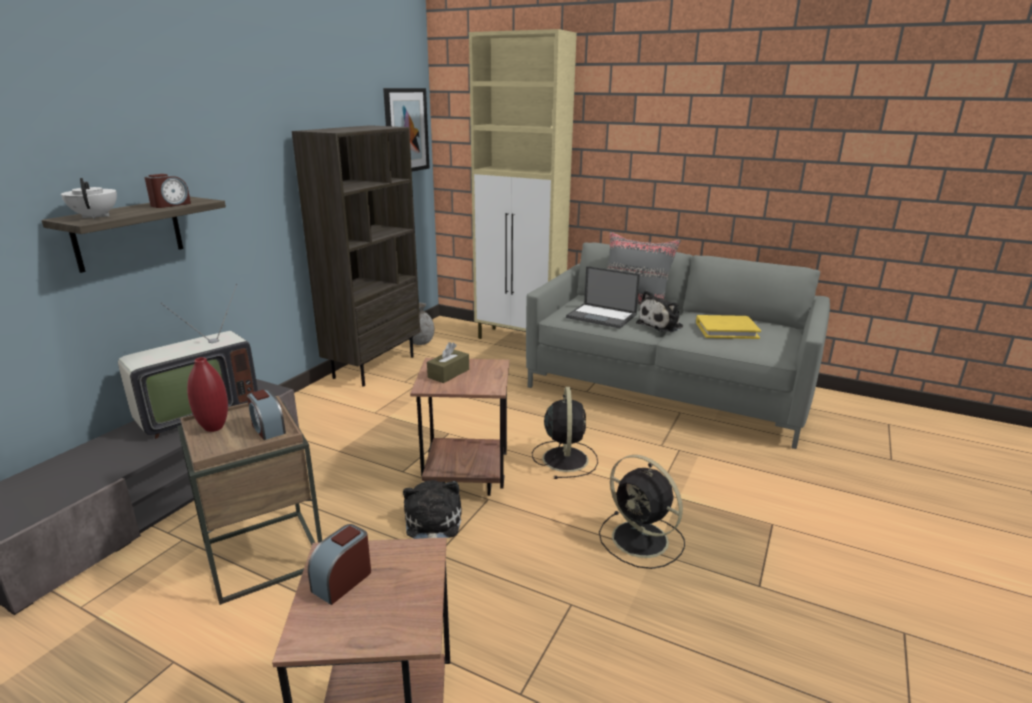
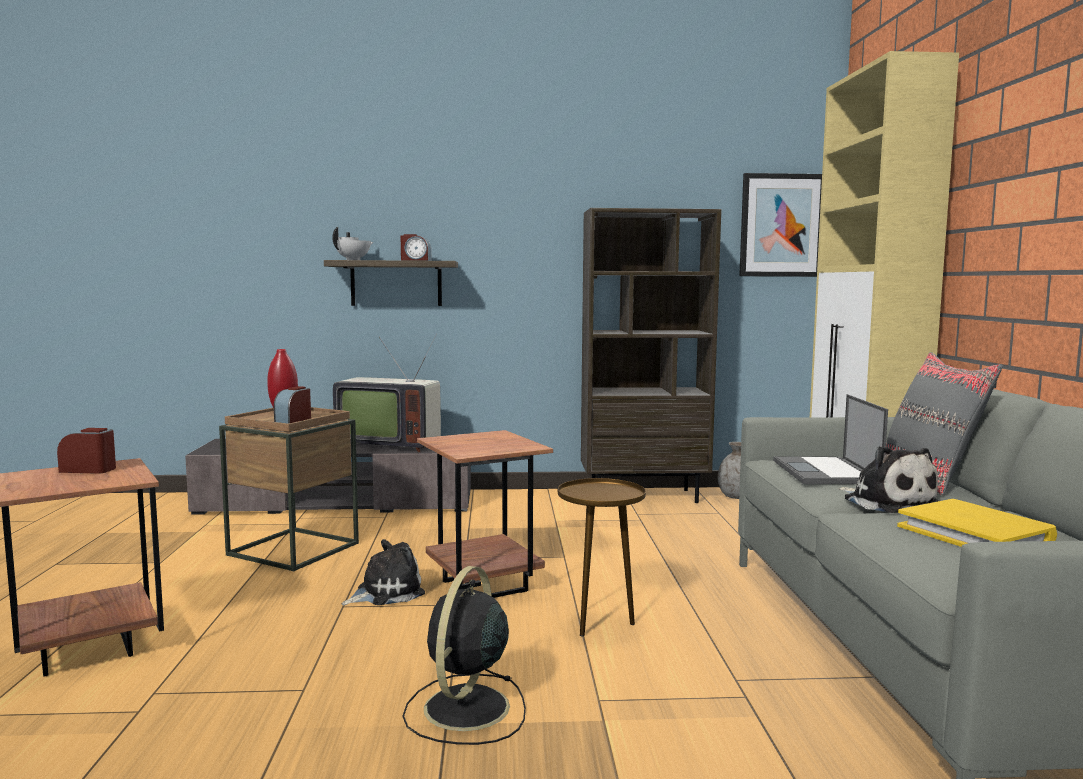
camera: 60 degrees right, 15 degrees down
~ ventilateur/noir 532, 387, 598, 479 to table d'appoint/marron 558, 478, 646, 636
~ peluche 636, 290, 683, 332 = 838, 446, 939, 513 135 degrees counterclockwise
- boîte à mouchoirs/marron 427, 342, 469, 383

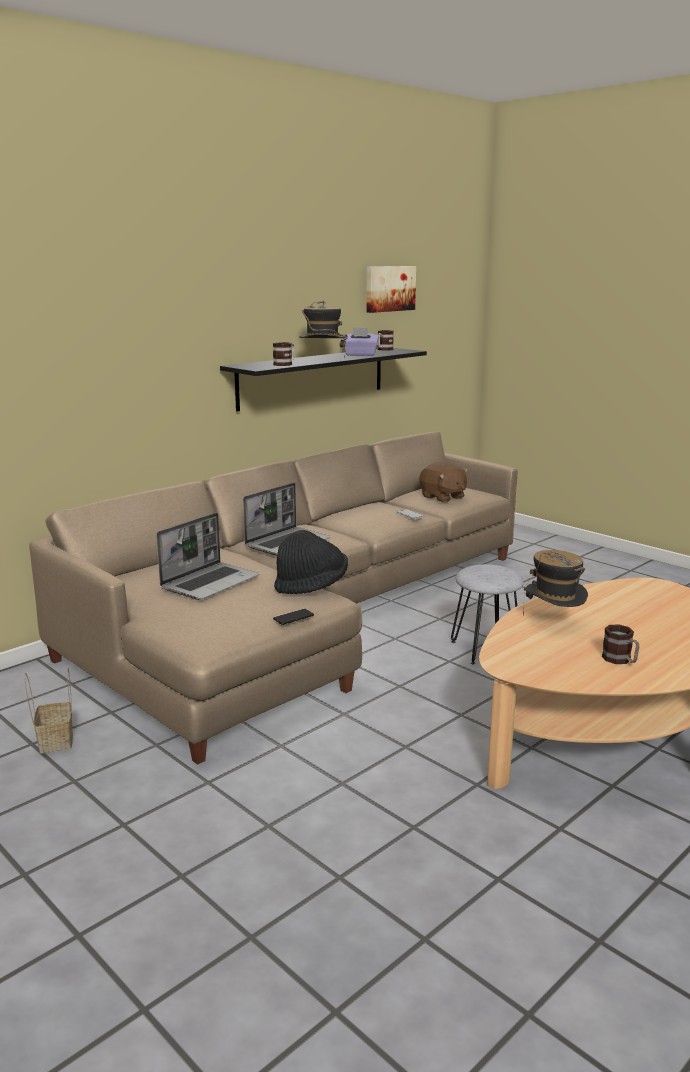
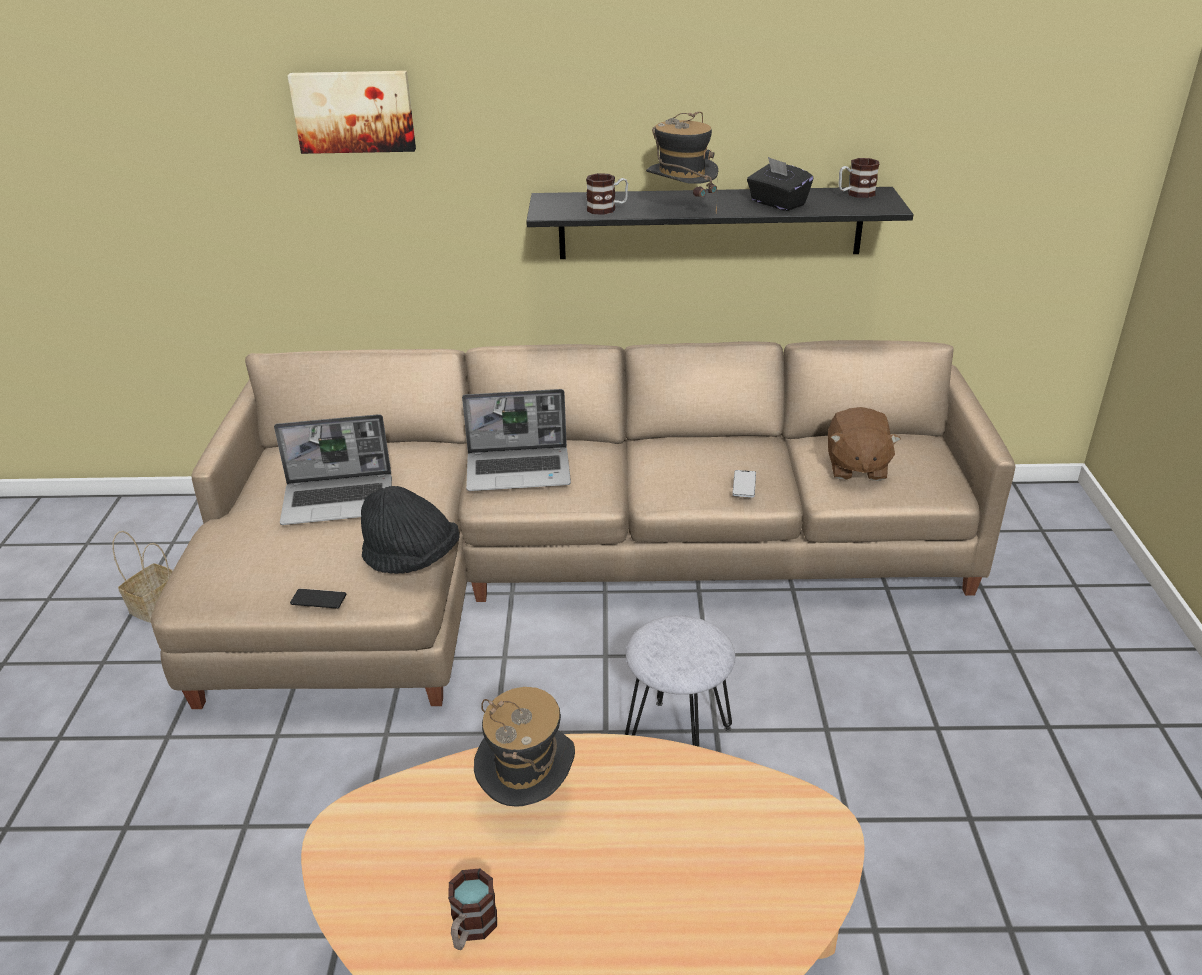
camera: 45 degrees right, 15 degrees up
~ tableau 366, 266, 416, 313 to 287, 71, 416, 154
~ boîte à mouchoirs/violet 343, 327, 379, 356 to boîte à mouchoirs/noir 747, 157, 814, 211

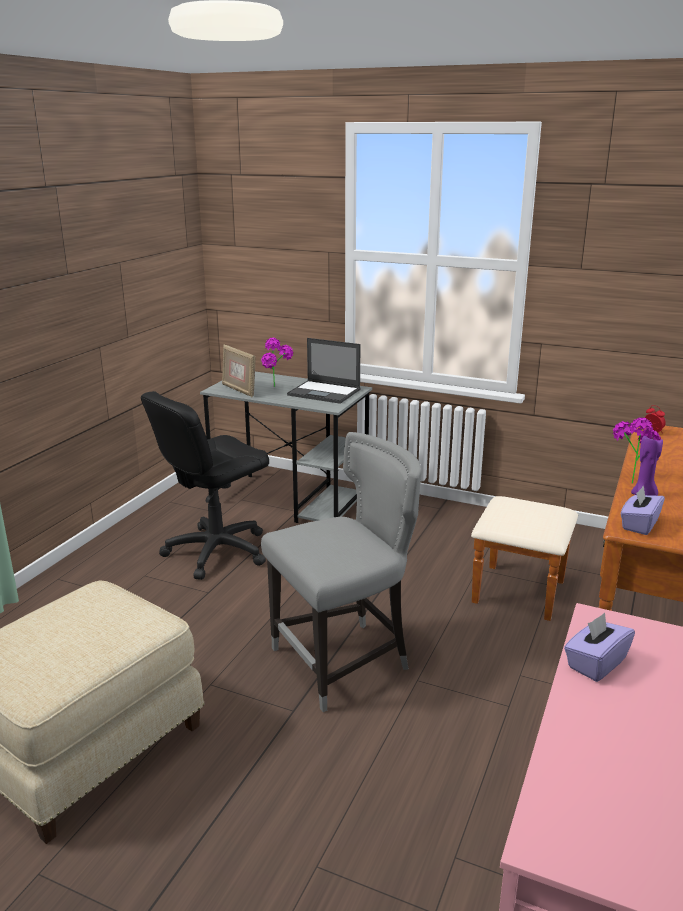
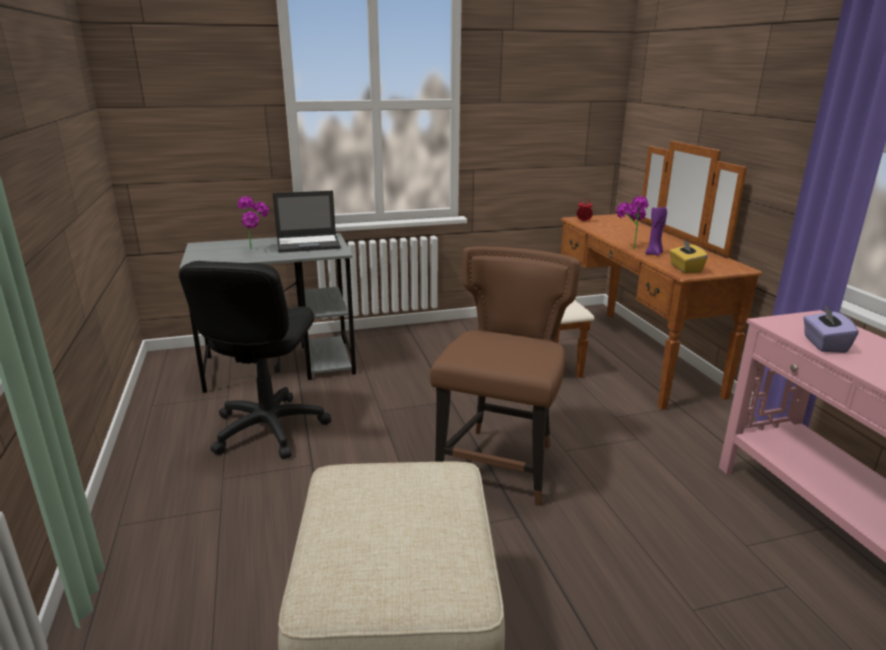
camera: 40 degrees left, 0 degrees up
~ chaise/gris 261, 432, 422, 712 to chaise/marron 430, 247, 580, 506
~ boîte à mouchoirs/violet 620, 486, 665, 535 to boîte à mouchoirs/jaune 669, 239, 708, 273
- cadre photo 222, 345, 256, 397

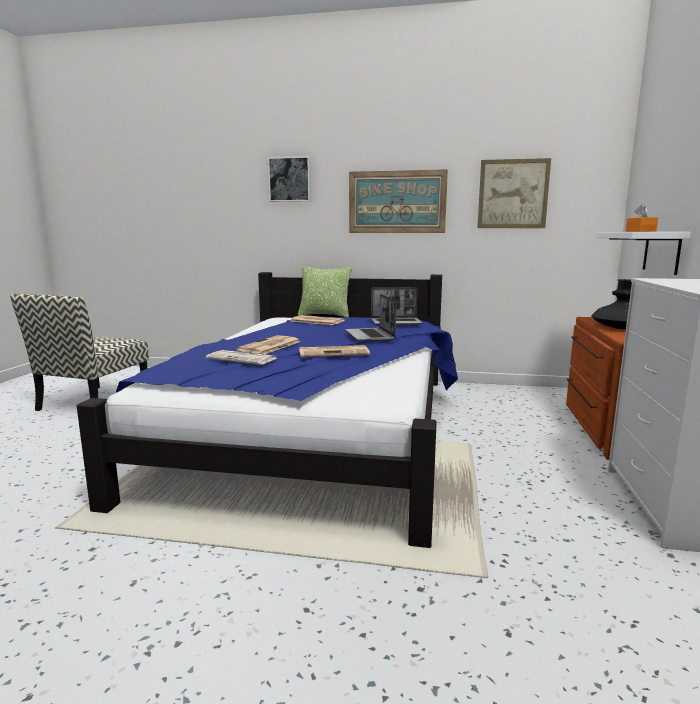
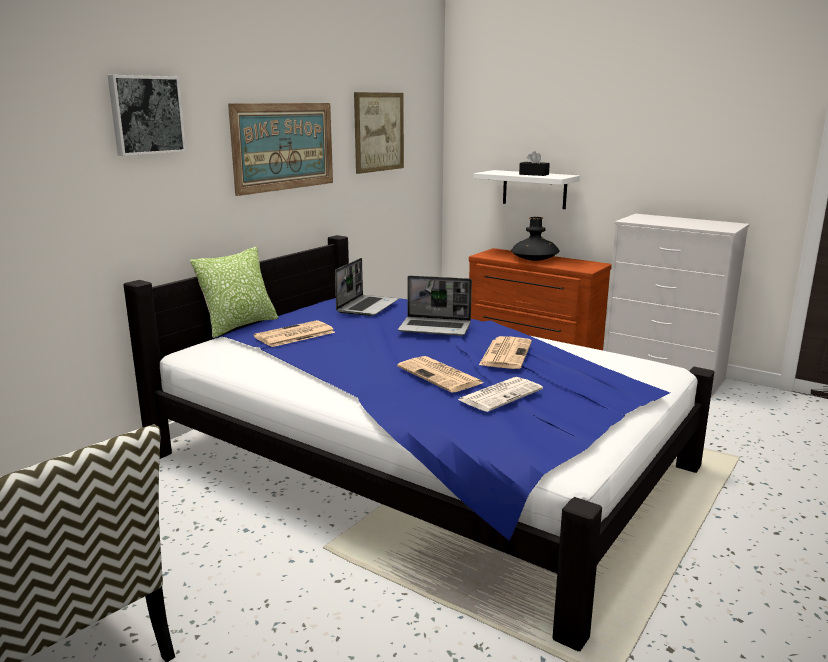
camera: 65 degrees left, 5 degrees up
~ boîte à mouchoirs/orange 626, 204, 658, 232 to boîte à mouchoirs/noir 519, 151, 550, 176

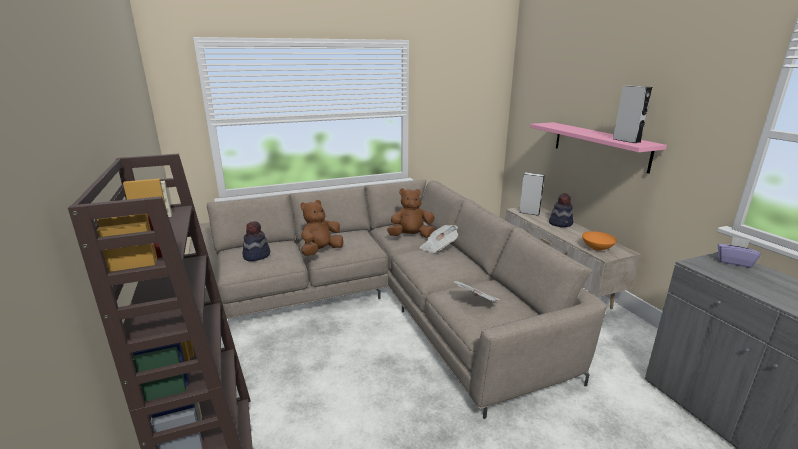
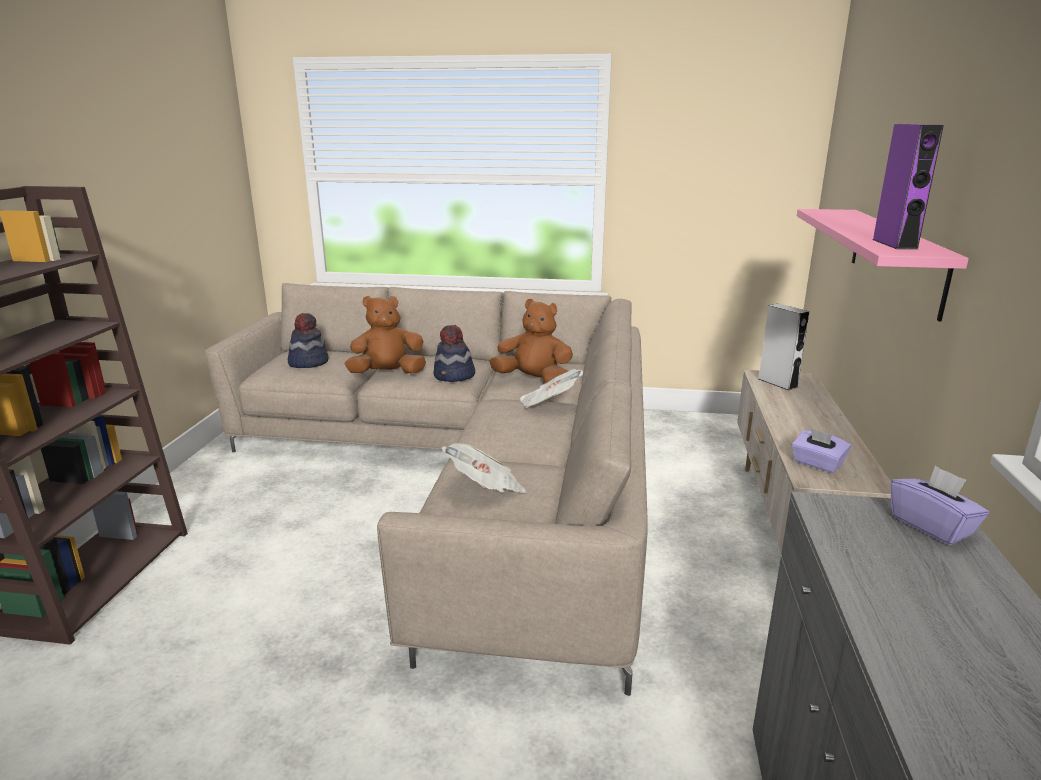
camera: 30 degrees right, 0 degrees up
~ chapeau 549, 193, 574, 227 to 434, 325, 475, 382
~ bol/orange 582, 231, 617, 251 to boîte à mouchoirs/violet 792, 429, 851, 473
~ enceinte/gris 613, 86, 652, 143 to enceinte/violet 872, 124, 944, 249

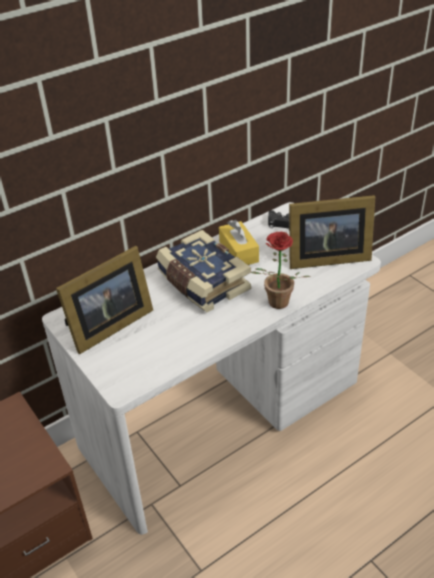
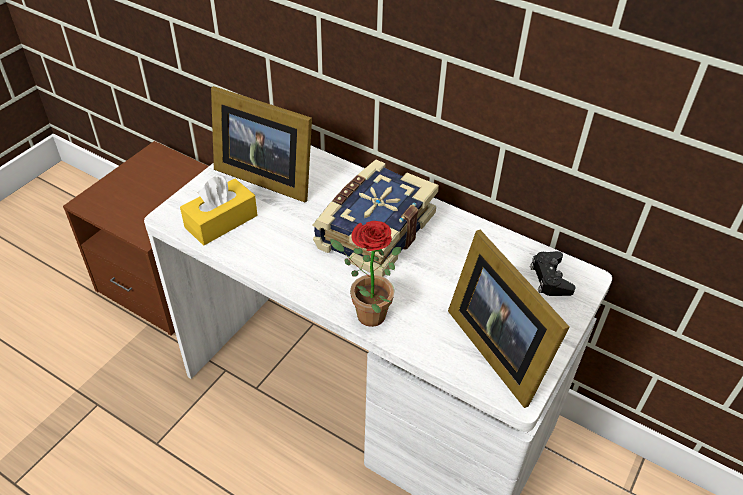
camera: 65 degrees right, 5 degrees up
~ boîte à mouchoirs/jaune 219, 220, 259, 265 to 180, 176, 257, 245

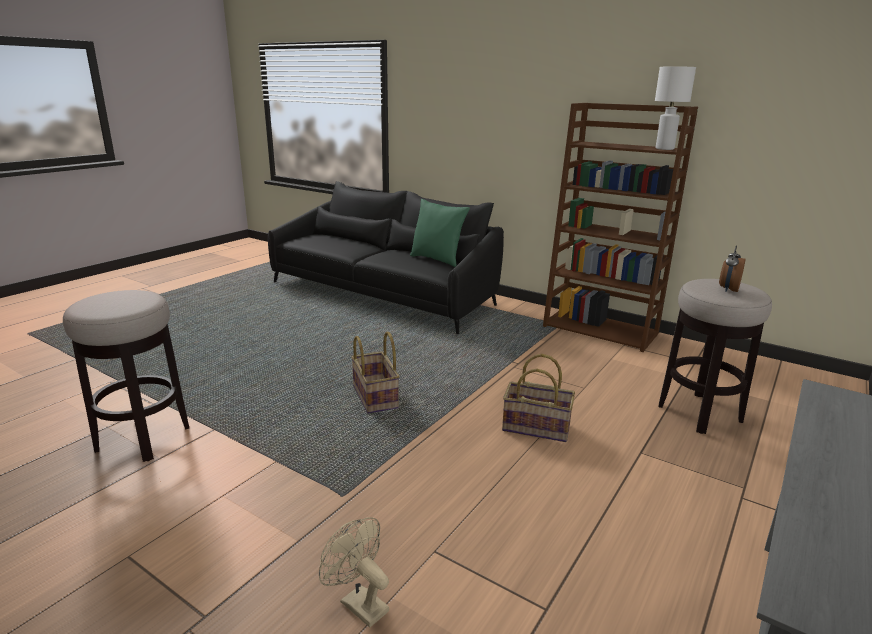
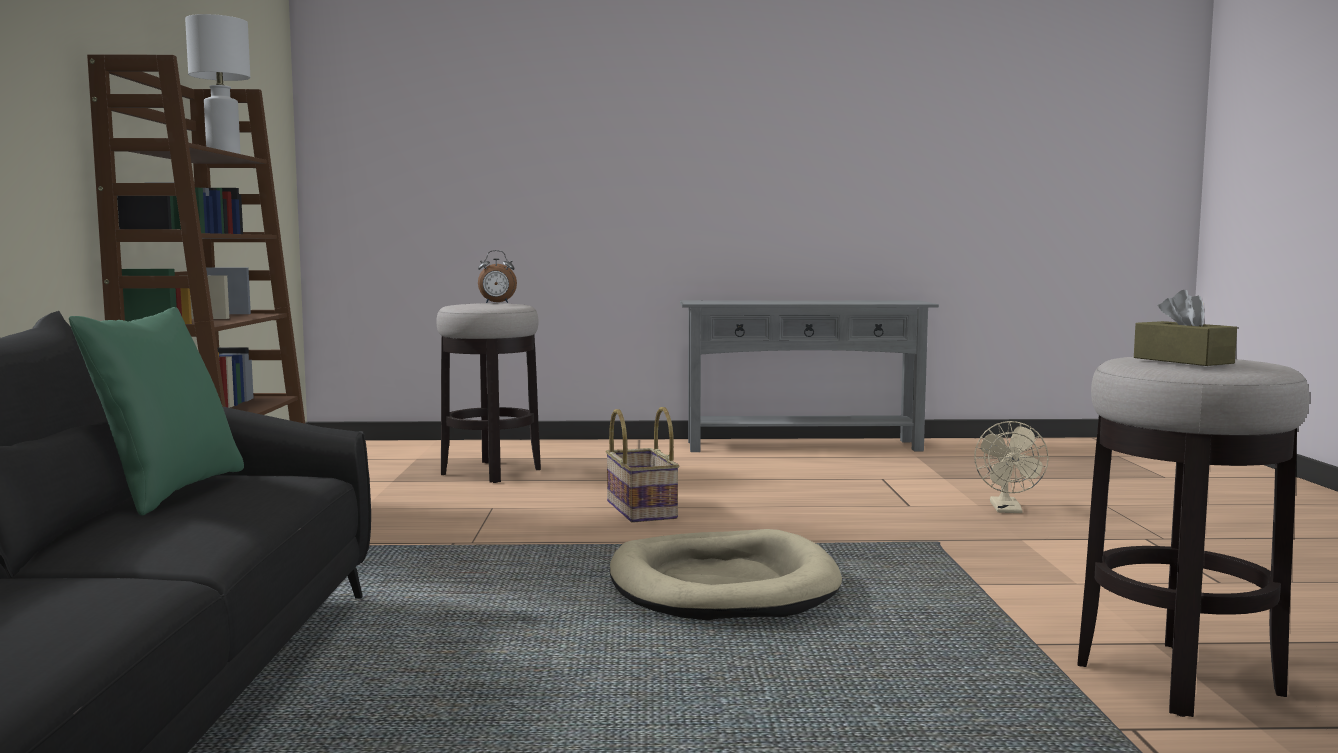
camera: 125 degrees left, 15 degrees down
~ panier 351, 332, 400, 413 to panier pour chien/beige 610, 529, 842, 620
+ boîte à mouchoirs/marron 1134, 290, 1237, 366

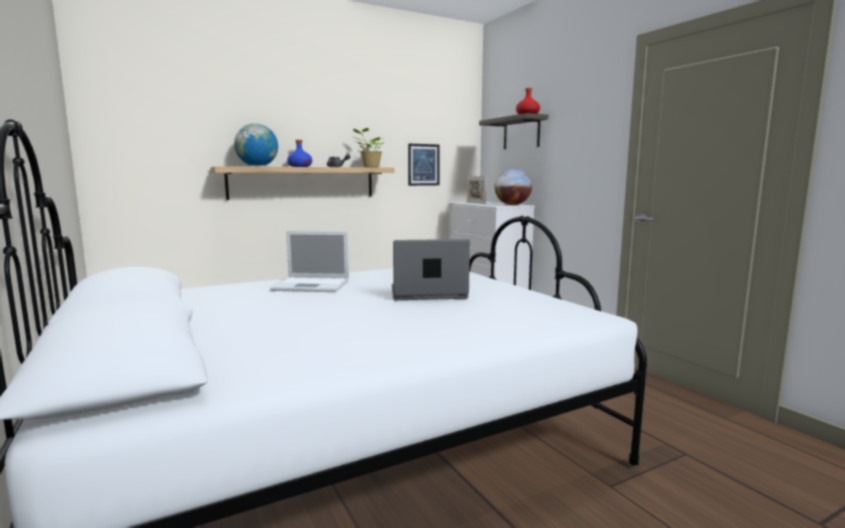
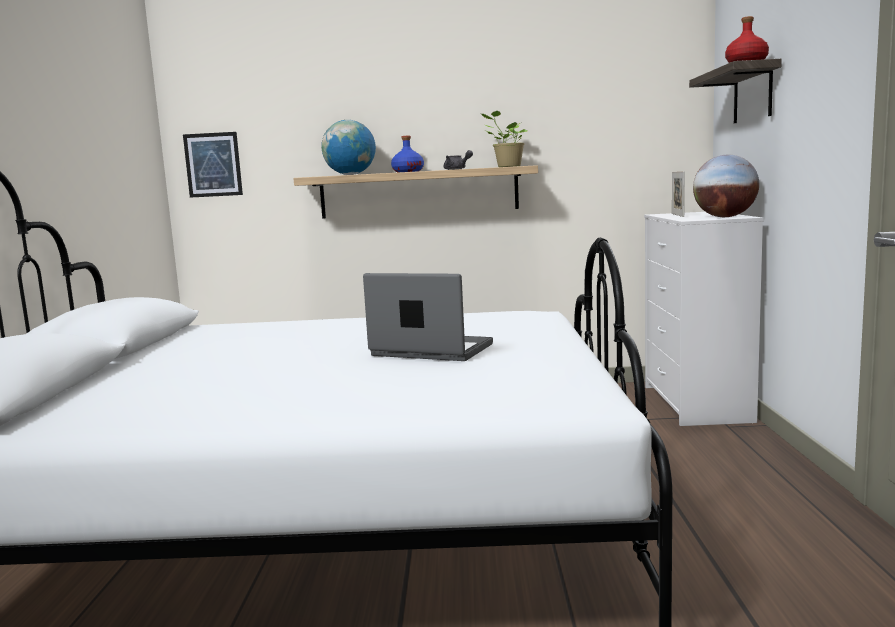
camera: 30 degrees right, 0 degrees up
~ tableau 408, 144, 440, 186 to 183, 132, 243, 198
- ordinateur portable 270, 231, 349, 292

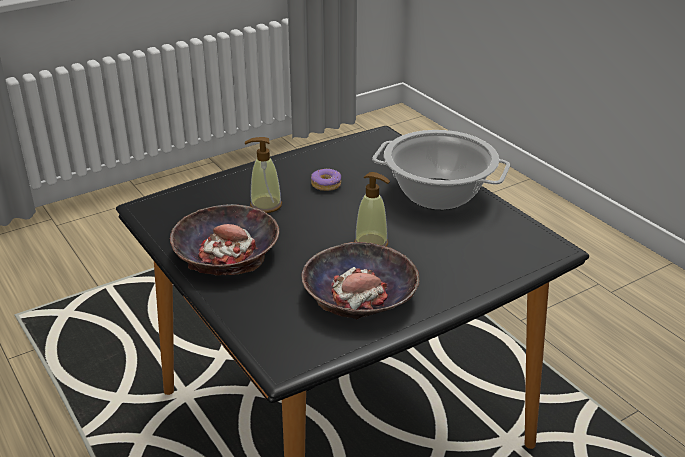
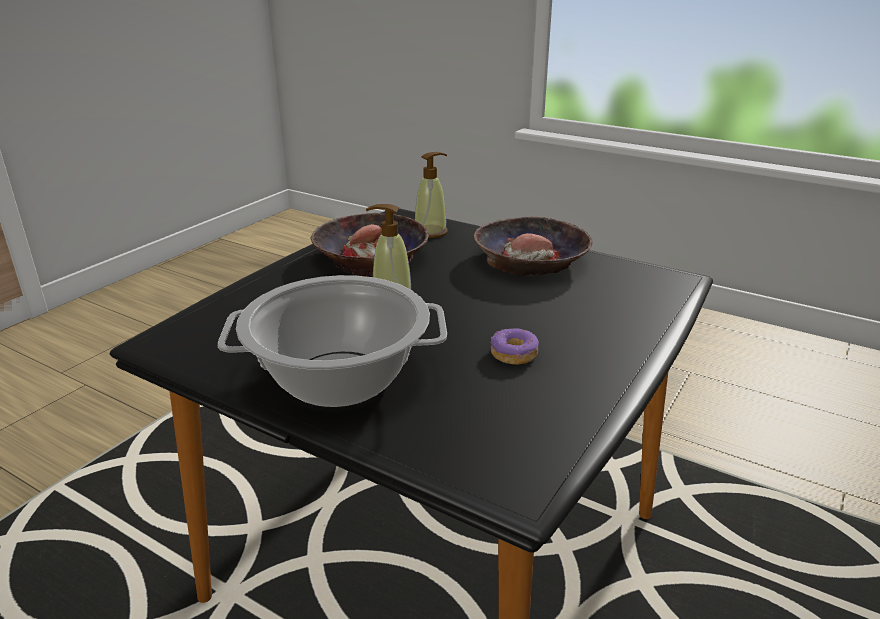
camera: 155 degrees right, 5 degrees down
~ distributeur de savon 245, 137, 282, 213 to 415, 152, 448, 238

